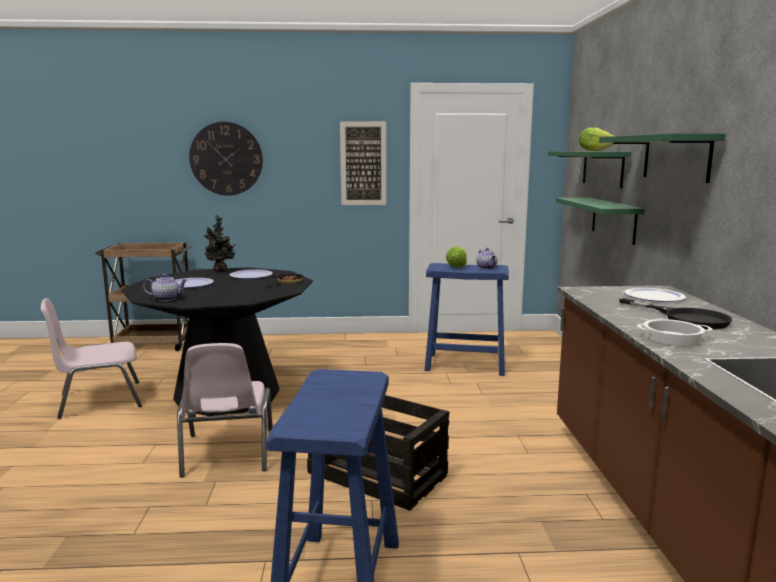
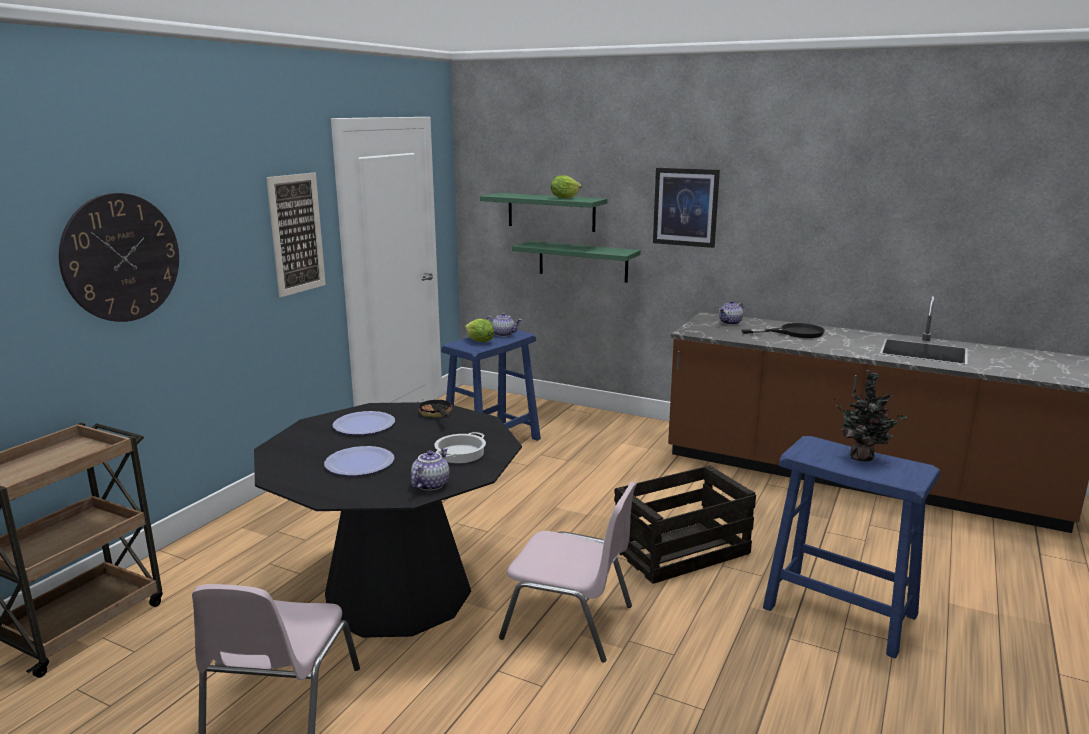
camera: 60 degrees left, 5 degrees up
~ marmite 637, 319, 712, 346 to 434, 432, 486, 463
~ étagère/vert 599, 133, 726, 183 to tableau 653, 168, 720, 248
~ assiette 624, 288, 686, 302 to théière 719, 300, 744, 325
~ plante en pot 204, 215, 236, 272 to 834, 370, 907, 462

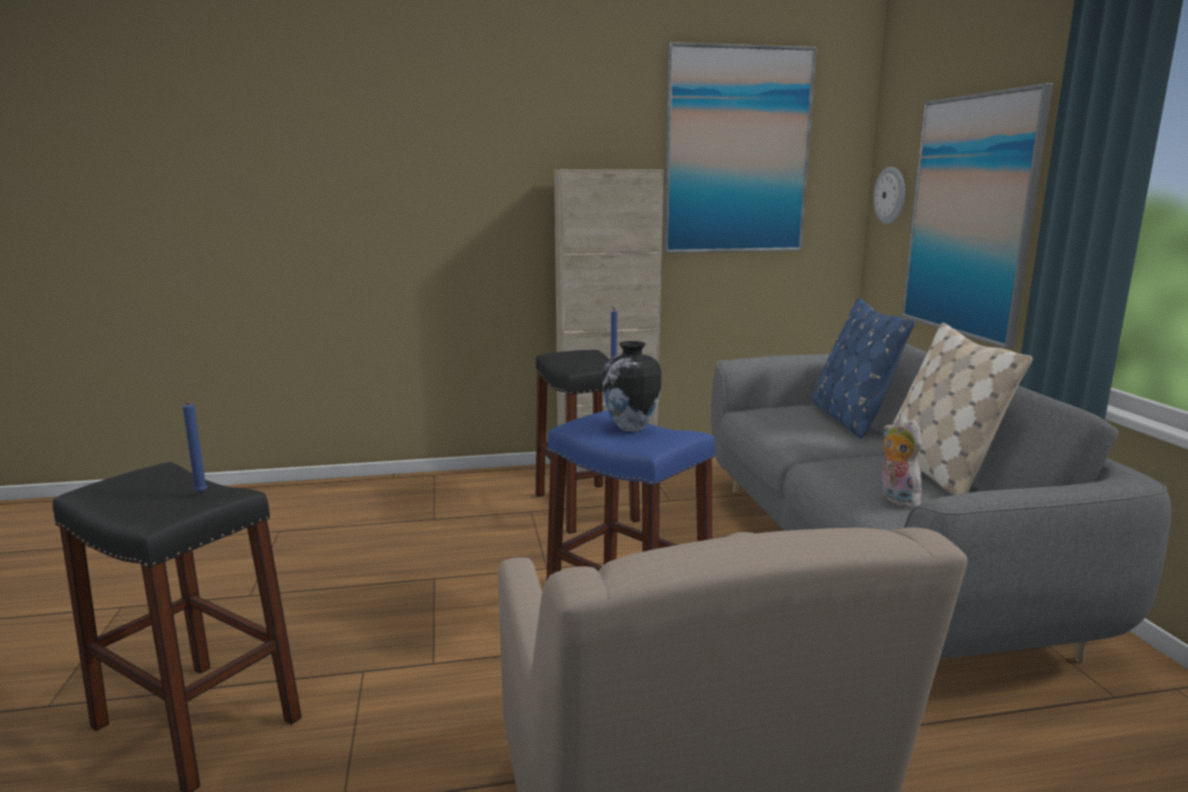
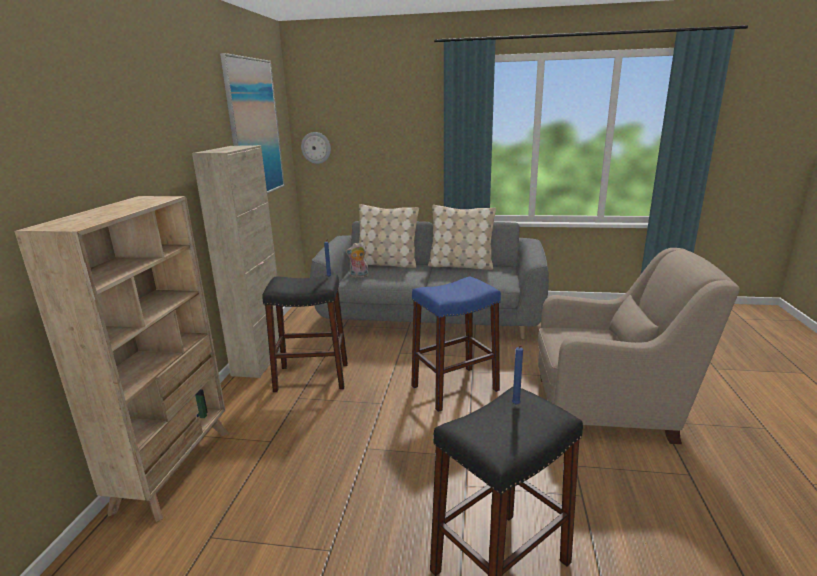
camera: 70 degrees left, 5 degrees up
+ bibliothèque/beige 14, 196, 229, 522
~ peluche 881, 417, 922, 508 to 346, 242, 369, 278
~ coussin/bleu 812, 298, 915, 438 to coussin/beige 359, 204, 419, 268
- vase 603, 341, 661, 431
- tableau 901, 83, 1053, 349

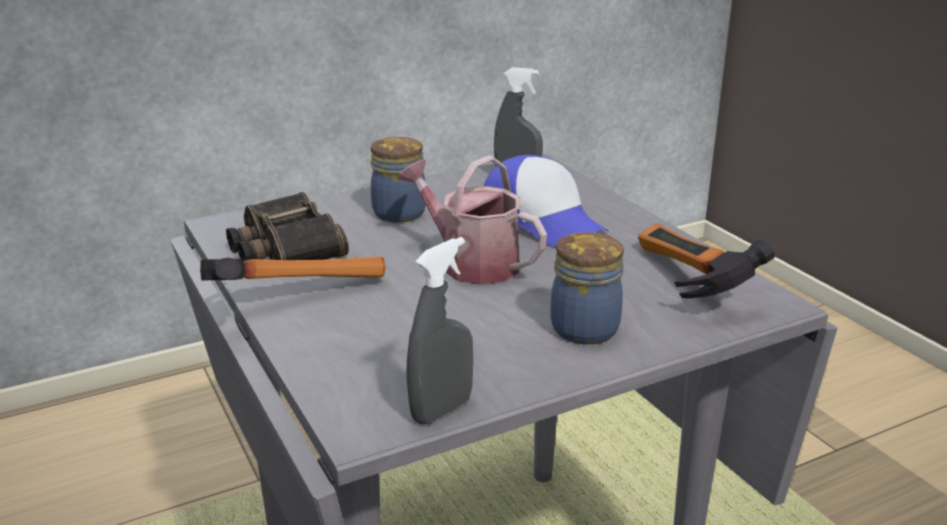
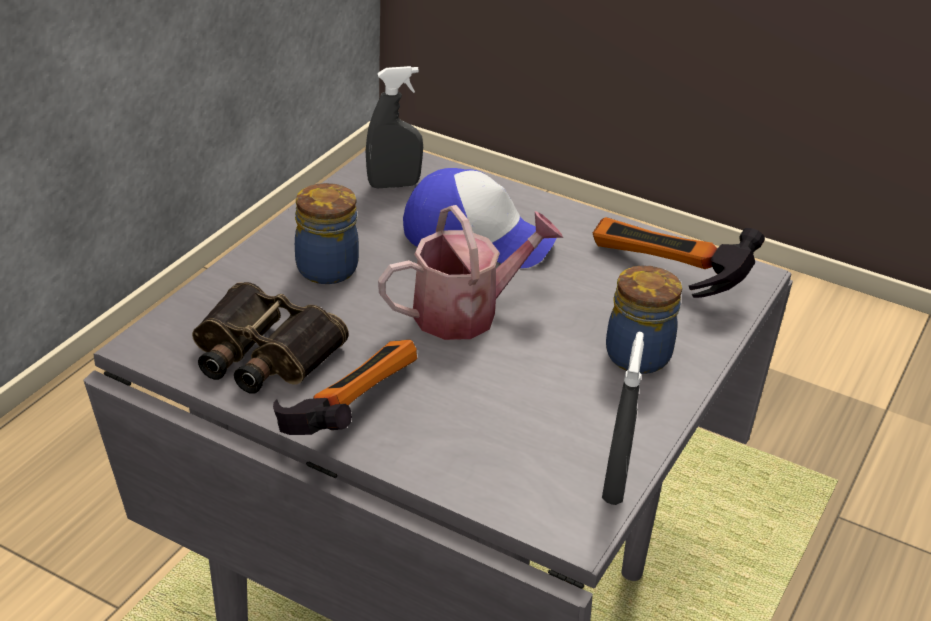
camera: 35 degrees left, 10 degrees up
~ arrosoir 397, 155, 547, 285 = 378, 205, 563, 340 150 degrees clockwise

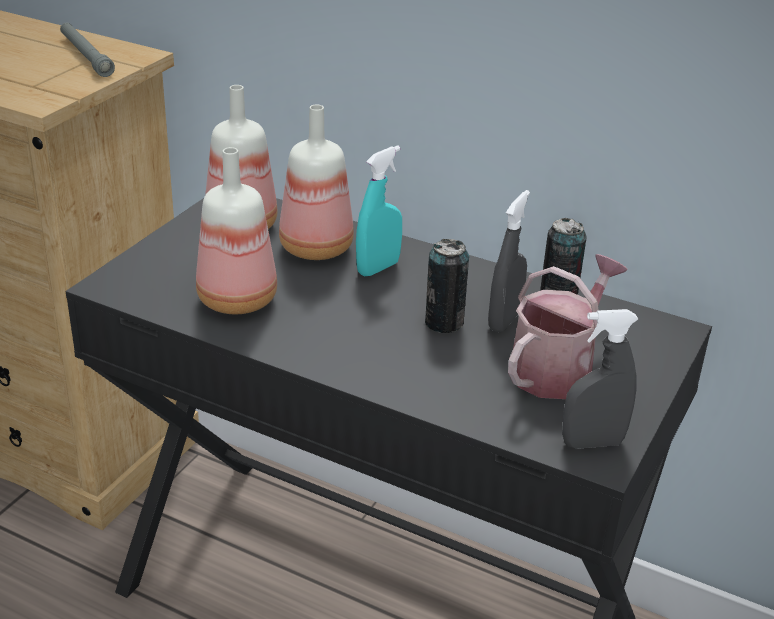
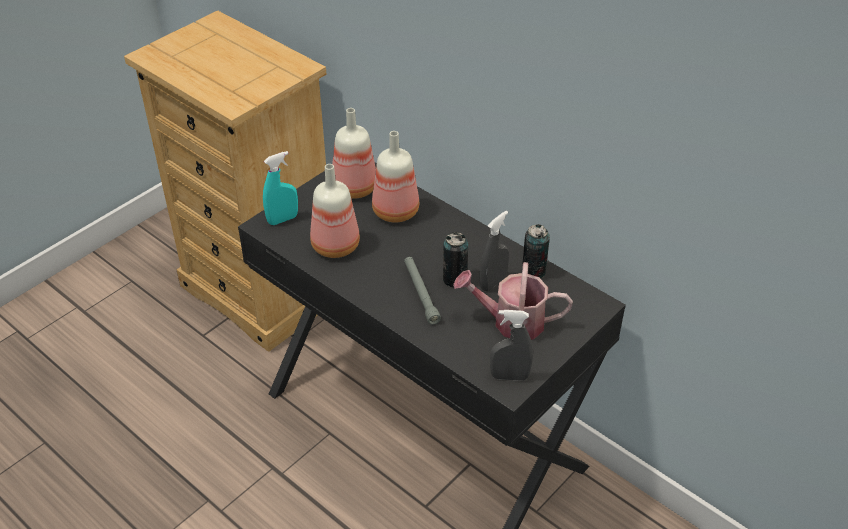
camera: 15 degrees right, 10 degrees up
~ vaporisateur/turquoise 356, 145, 402, 276 to 263, 151, 298, 225
~ lampe de poche/gris 60, 23, 115, 77 to 404, 257, 441, 325
~ arrosoir 508, 254, 628, 399 = 453, 262, 573, 340 135 degrees counterclockwise

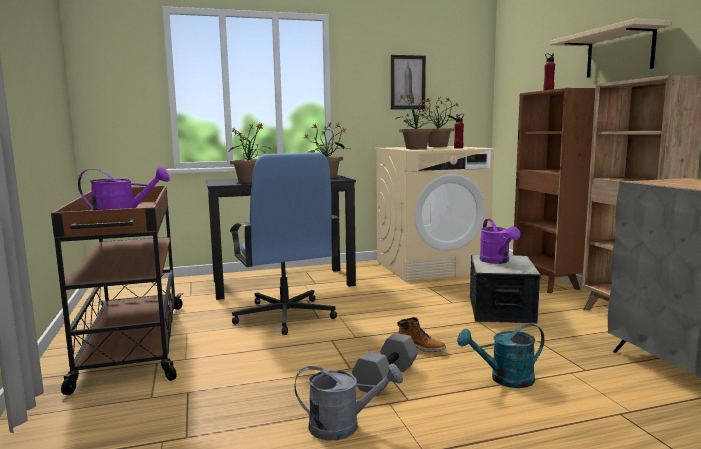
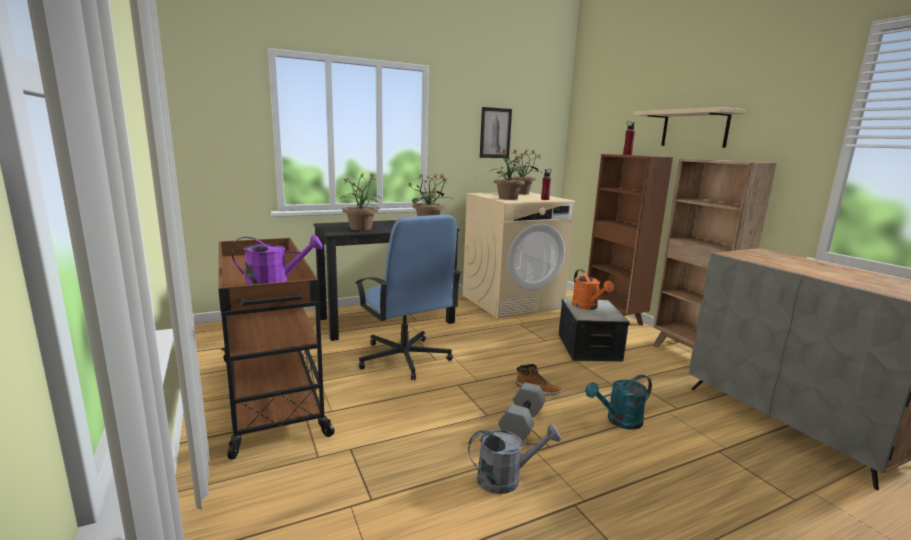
camera: 10 degrees left, 5 degrees up
~ arrosoir/violet 480, 219, 520, 264 to arrosoir/orange 572, 269, 614, 310

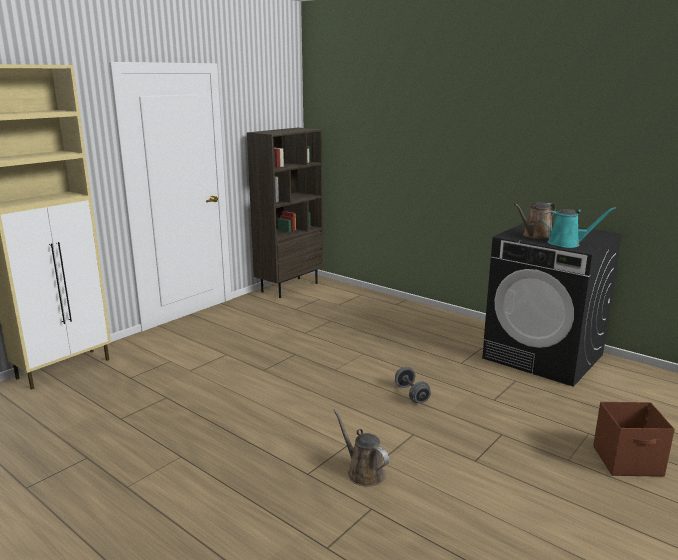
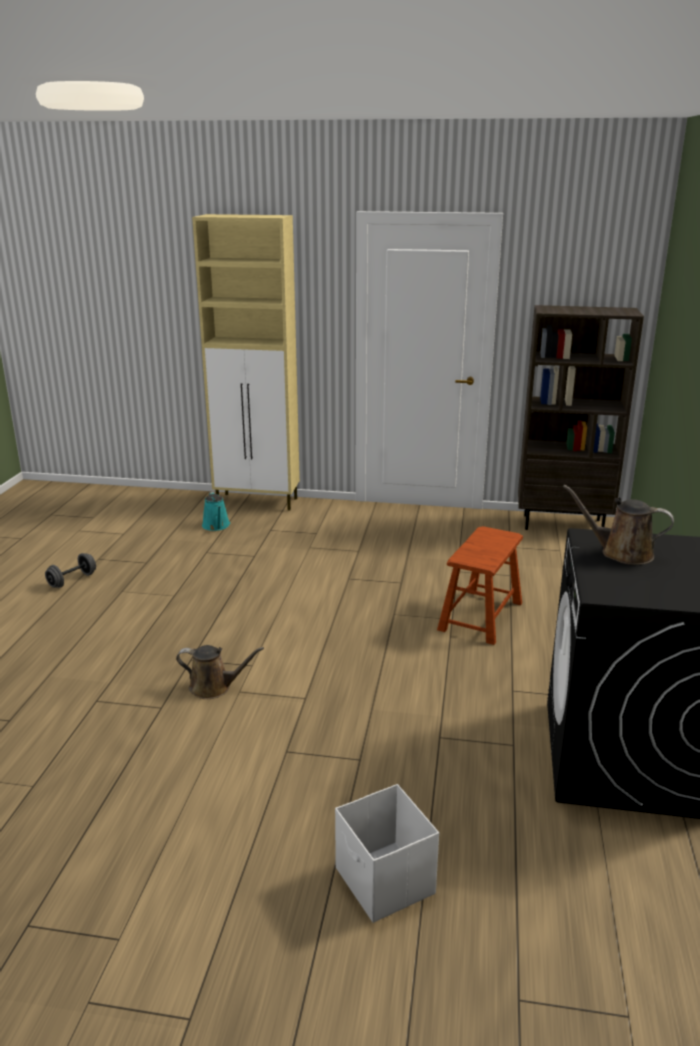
camera: 60 degrees right, 5 degrees up
~ haltère/gris 395, 367, 431, 403 to 45, 553, 96, 588
~ arrosoir/marron 333, 409, 389, 487 = 176, 645, 264, 699 75 degrees clockwise
~ arrosoir/turquoise 542, 207, 616, 248 to 202, 492, 230, 531
~ boîte de rangement/marron 593, 402, 675, 477 to boîte de rangement/blanc 335, 784, 439, 923
+ tabouret/marron 437, 526, 523, 645

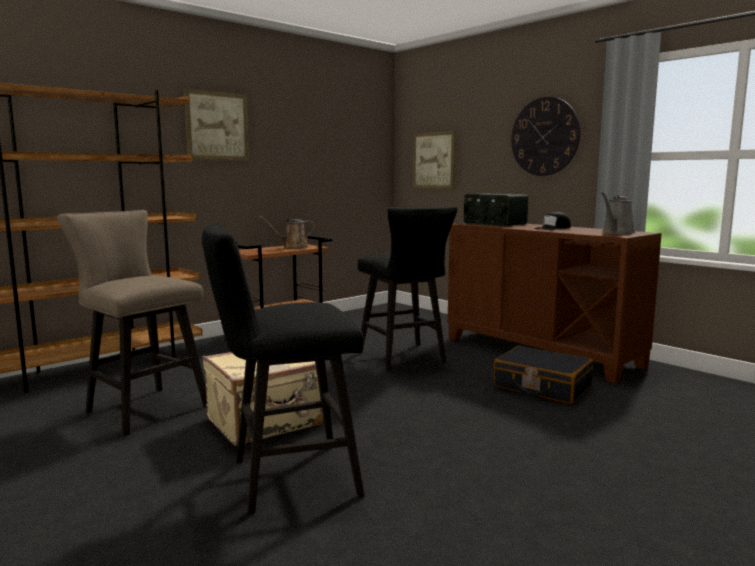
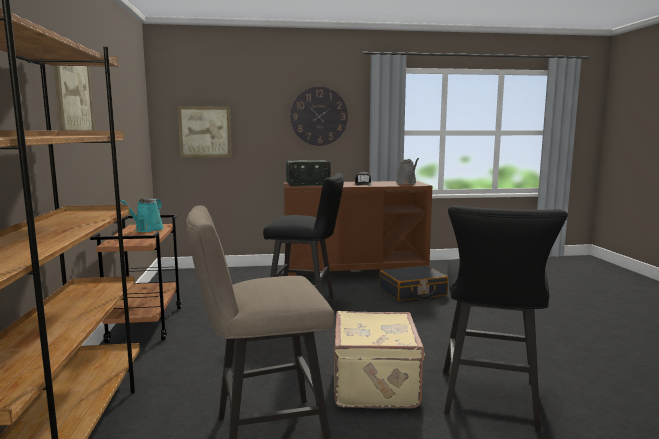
camera: 55 degrees left, 0 degrees up
~ arrosoir/marron 259, 216, 314, 249 to arrosoir/turquoise 120, 198, 164, 232

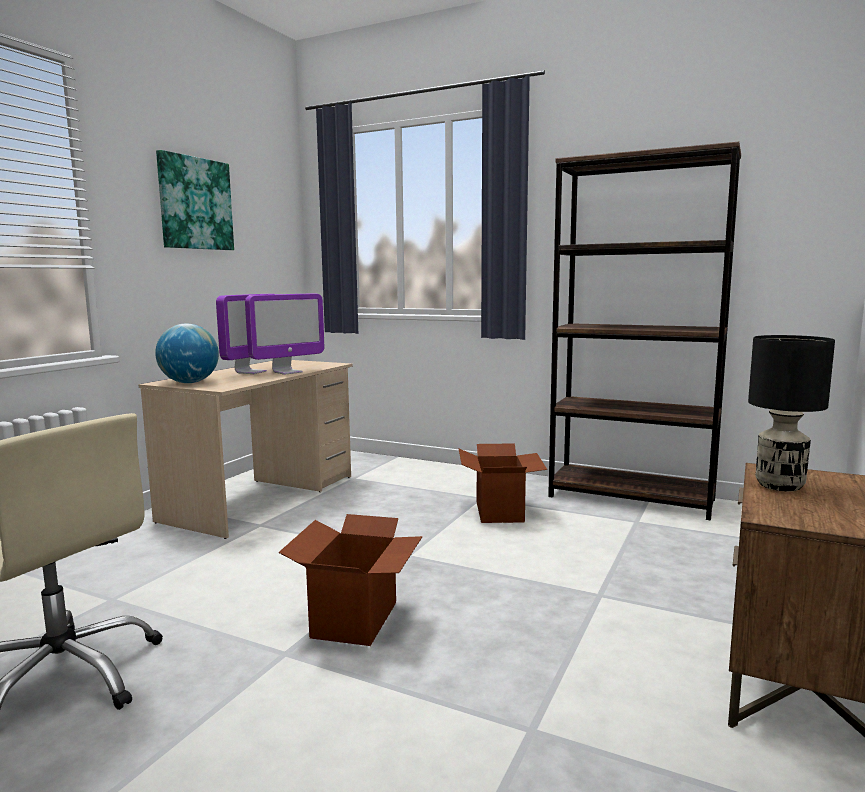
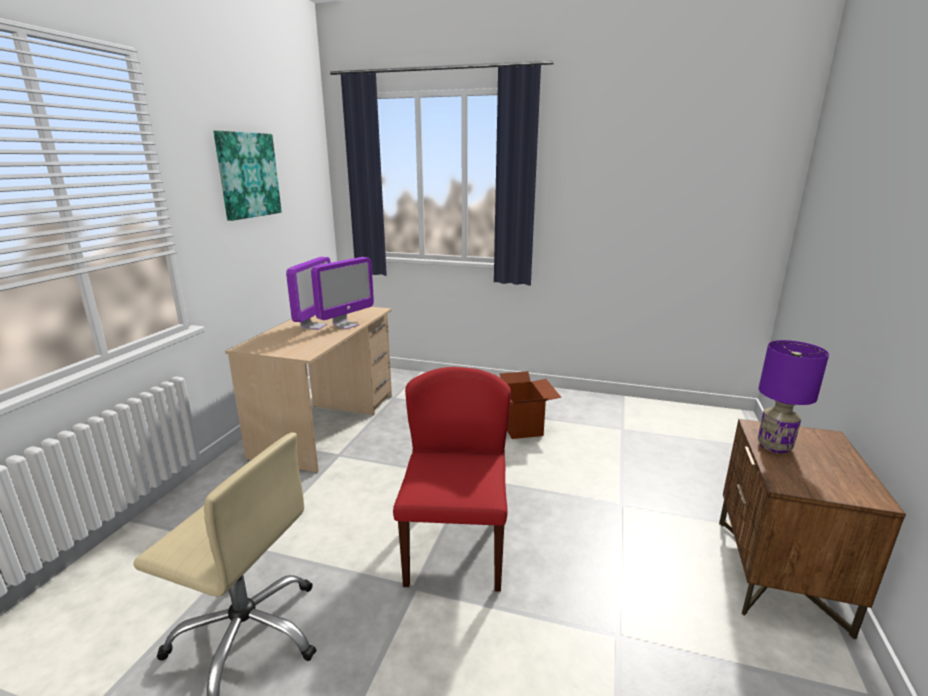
camera: 10 degrees left, 10 degrees up
~ carton 279, 514, 422, 646 to chaise/rouge 393, 367, 511, 592
~ lampe de table/noir 748, 335, 835, 491 to lampe de table/violet 758, 340, 829, 453
- globe 155, 324, 219, 383
- bibliothèque/marron 548, 142, 741, 520

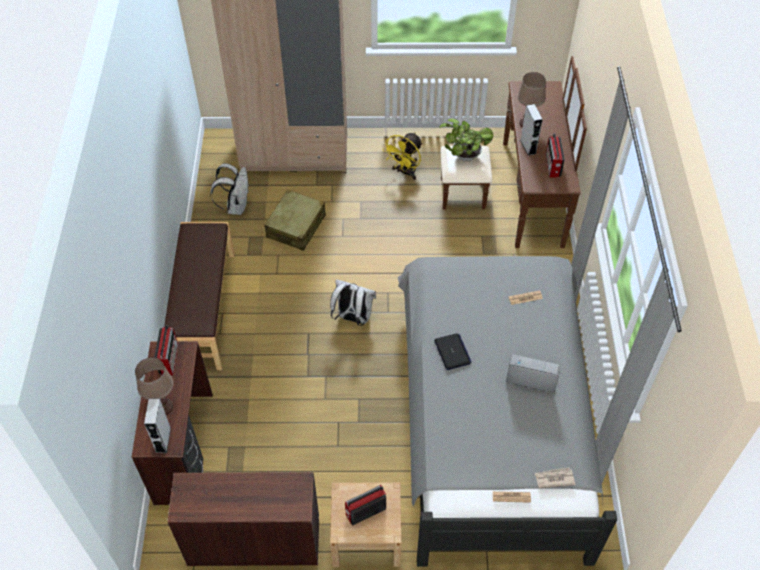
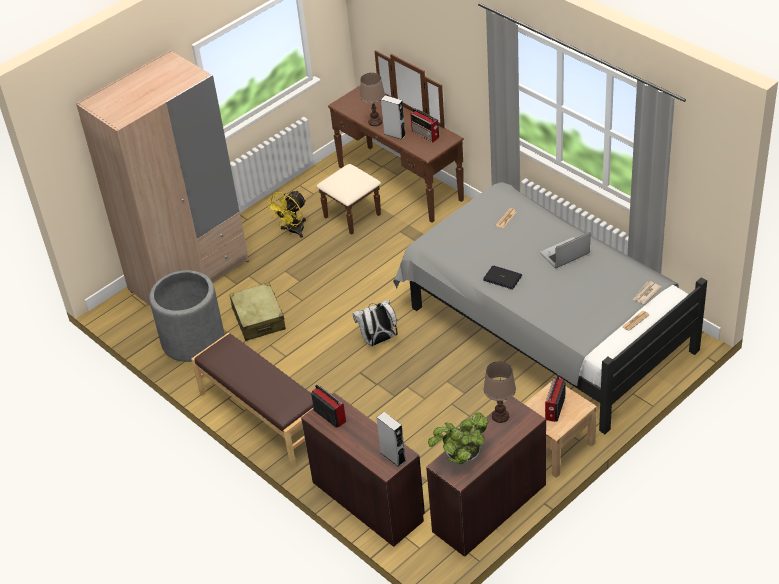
camera: 40 degrees left, 10 degrees down
~ sac à dos/blanc 210, 163, 248, 215 to cache-pot/gris 149, 270, 224, 362
~ ventilateur/jaune 383, 132, 423, 180 = 266, 190, 306, 238 45 degrees clockwise
~ plante en pot 439, 118, 493, 161 to 428, 413, 488, 464
~ lampe de table/marron 135, 357, 173, 415 to 483, 361, 516, 423

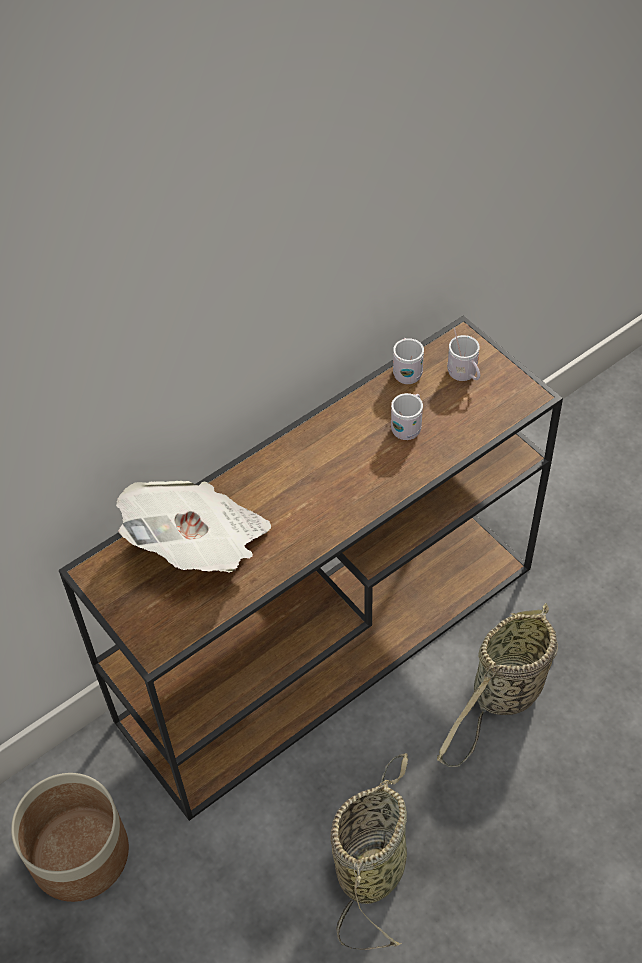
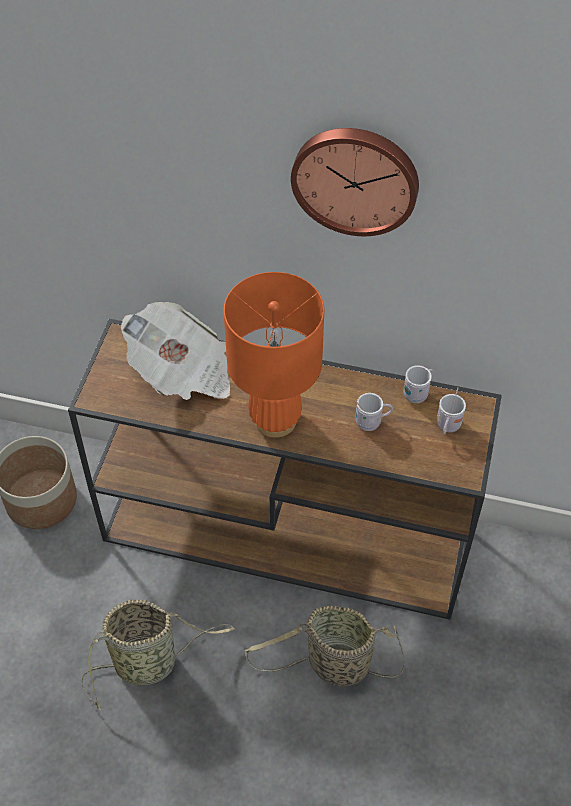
camera: 50 degrees right, 0 degrees up
+ lampe de table/orange 223, 272, 324, 438
+ horloge murale 291, 128, 419, 236

